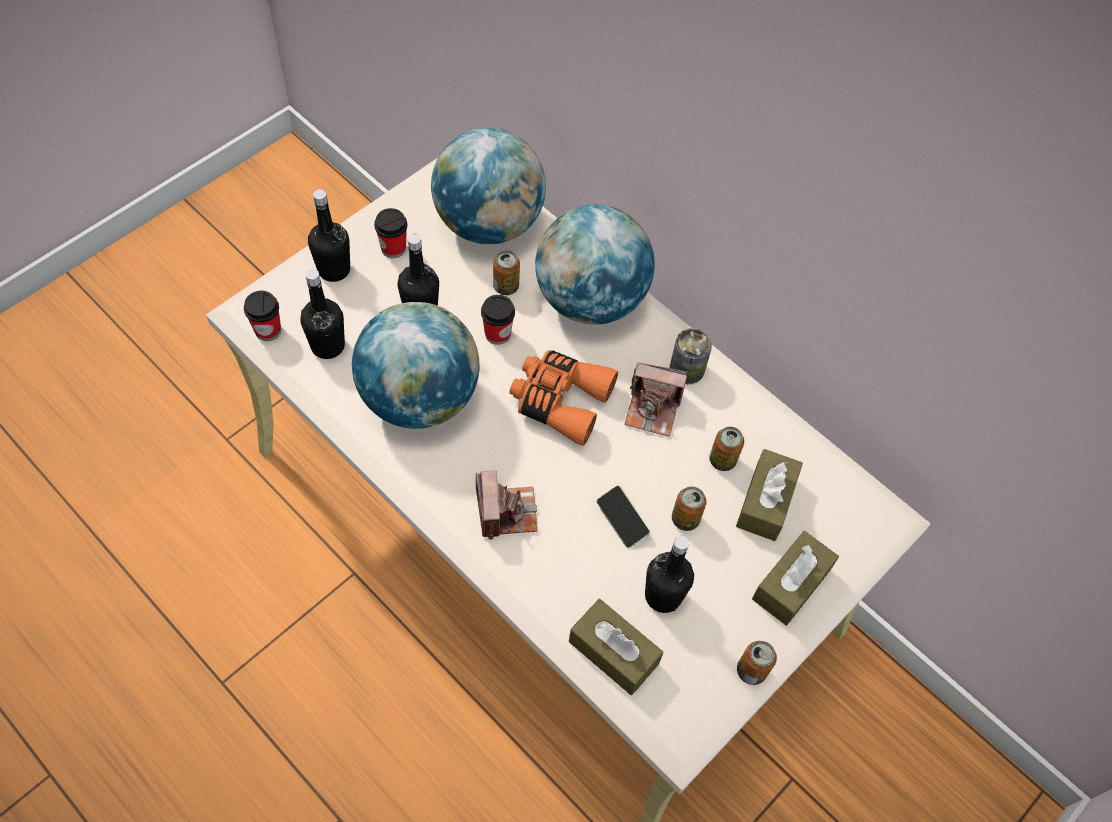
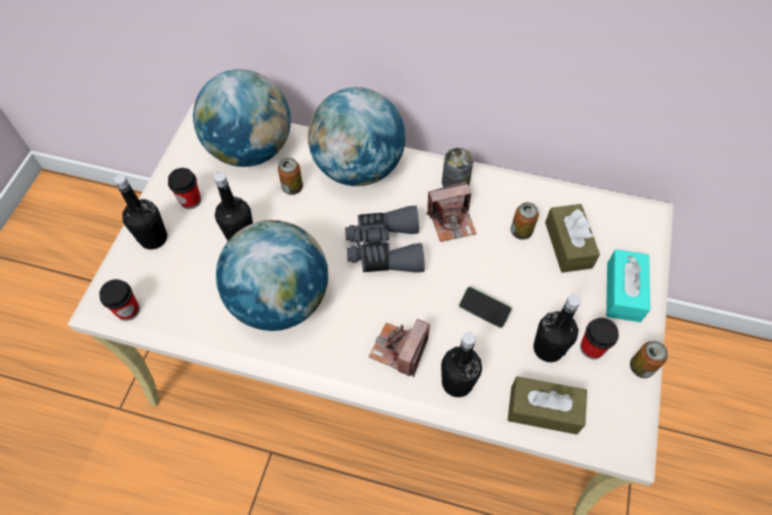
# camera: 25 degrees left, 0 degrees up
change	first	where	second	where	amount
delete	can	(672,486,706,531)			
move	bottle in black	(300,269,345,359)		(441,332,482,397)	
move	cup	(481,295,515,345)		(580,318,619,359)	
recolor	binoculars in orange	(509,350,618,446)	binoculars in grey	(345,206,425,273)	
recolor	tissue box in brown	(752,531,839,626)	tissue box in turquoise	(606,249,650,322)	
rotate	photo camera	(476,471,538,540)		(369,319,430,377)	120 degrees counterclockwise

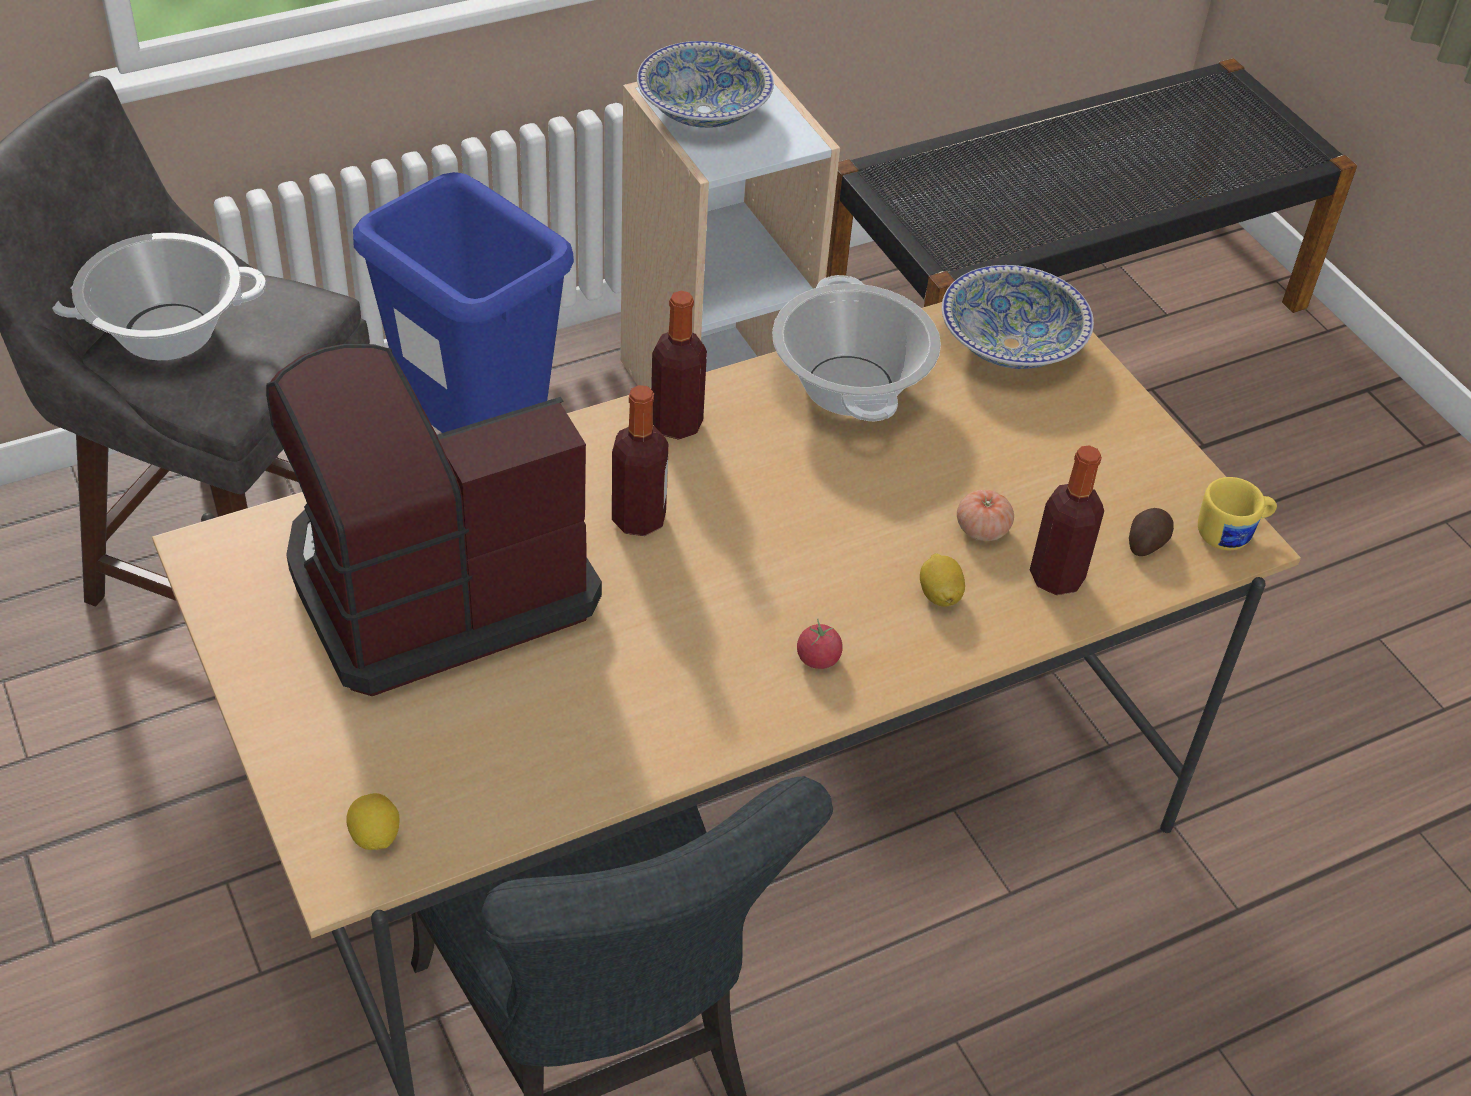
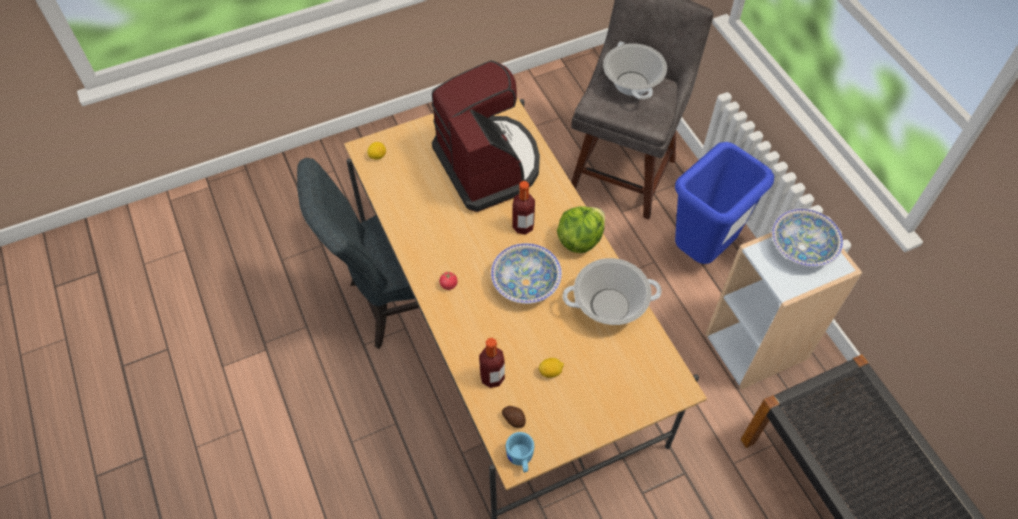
# camera: 95 degrees right, 10 degrees up
change	first	where	second	where	amount
delete	tomato	(957,490,1014,541)			
move	lemon	(920,553,965,607)		(539,358,564,378)	
move	bowl	(942,265,1094,369)		(491,243,562,304)	
replace	bottle	(651,291,707,440)	lettuce	(557,206,605,253)	
recolor	mug in yellow	(1198,477,1277,550)	mug in blue	(506,432,534,472)	

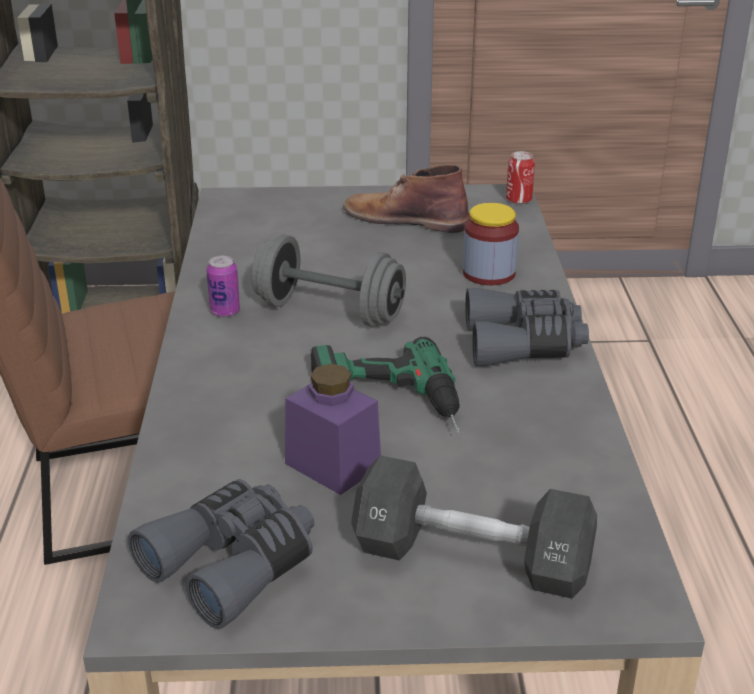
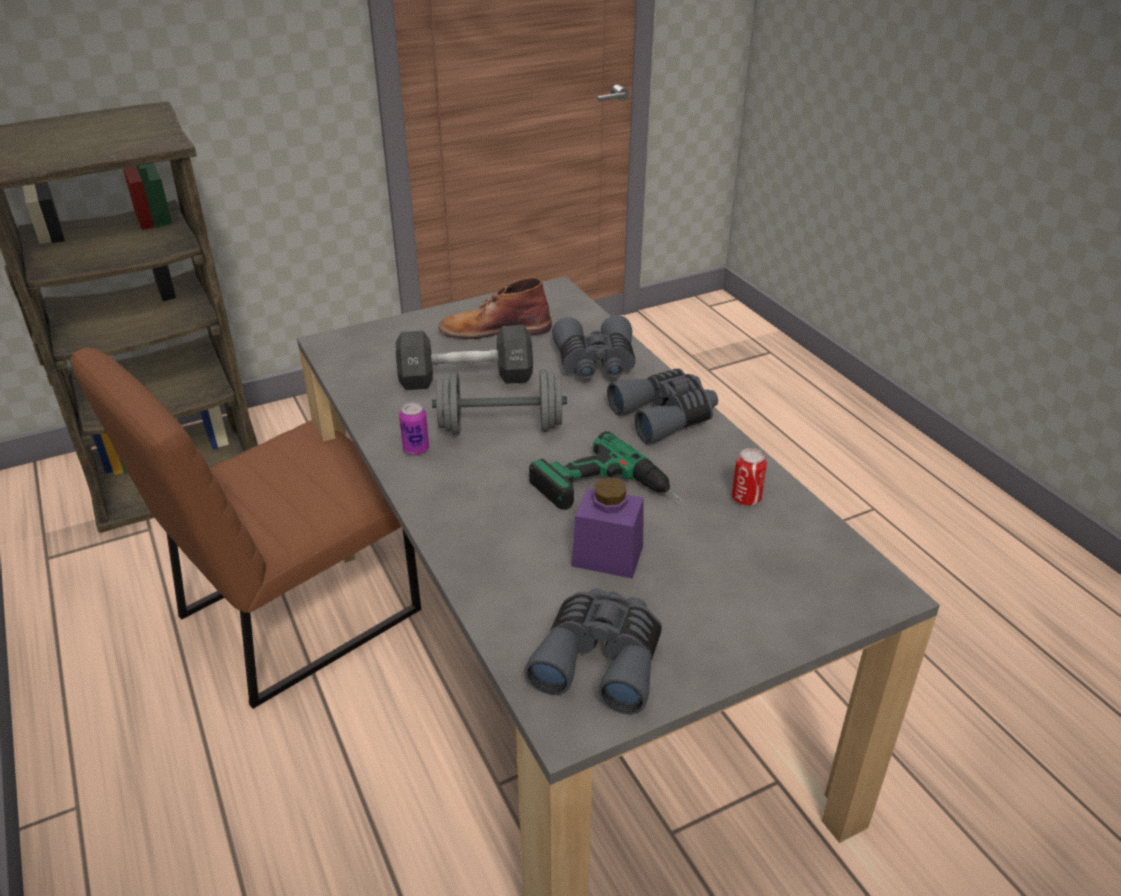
# camera: 25 degrees left, 5 degrees up
change	first	where	second	where	amount
move	dumbbell in black	(351,455,597,599)		(396,325,533,390)	
move	can	(506,151,535,204)		(732,448,767,506)	
replace	jar	(463,203,519,285)	binoculars in grey	(552,315,635,379)	

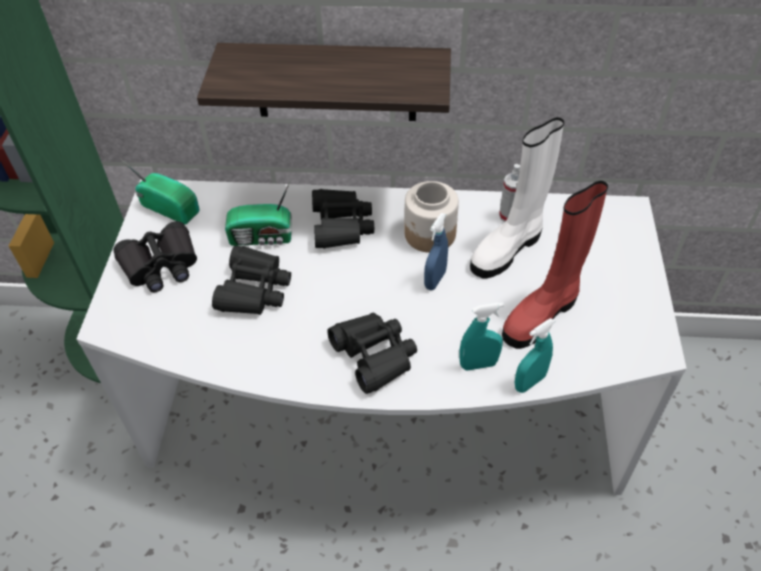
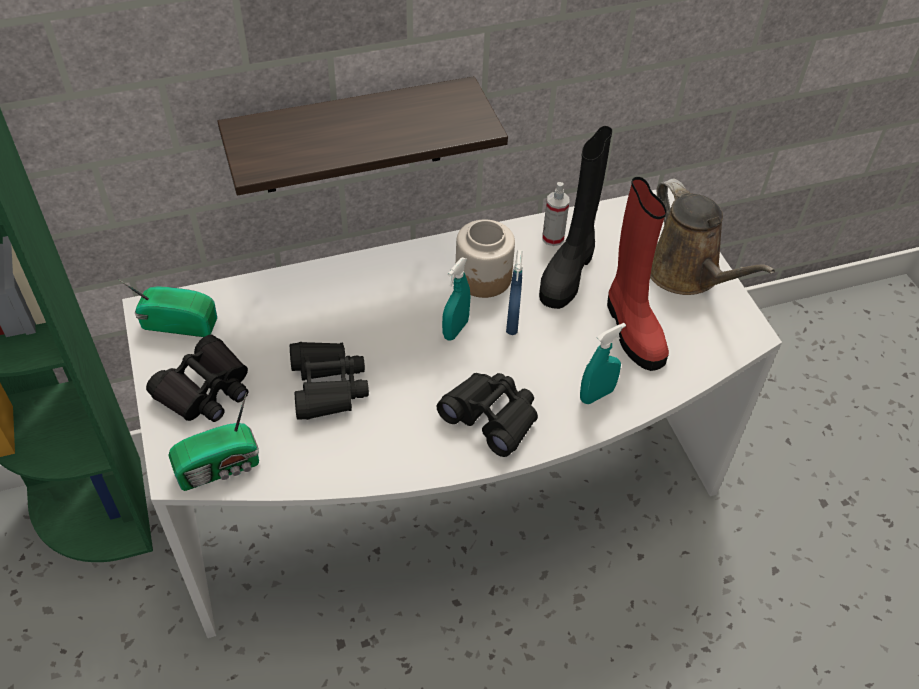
# camera: 25 degrees left, 0 degrees up
change	first	where	second	where	amount
delete	binoculars in black	(312,189,374,249)			
insert			watering can in brown	(650,179,775,295)	
move	radio	(225,180,292,246)		(168,392,259,491)	
move	spray bottle in turquoise	(515,318,555,393)		(442,257,470,341)	
recolor	boot in white	(470,117,564,278)	boot in black	(539,126,612,309)	
rotate	boot in red	(502,181,608,349)		(607,177,669,371)	45 degrees counterclockwise

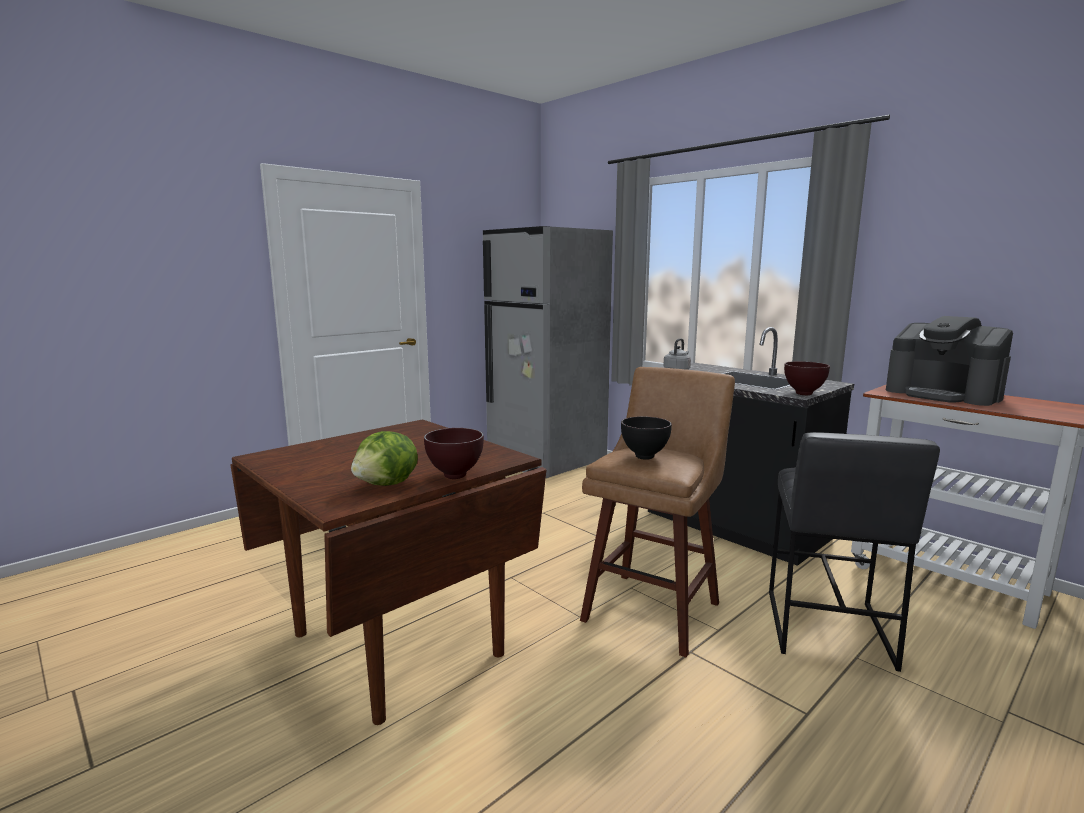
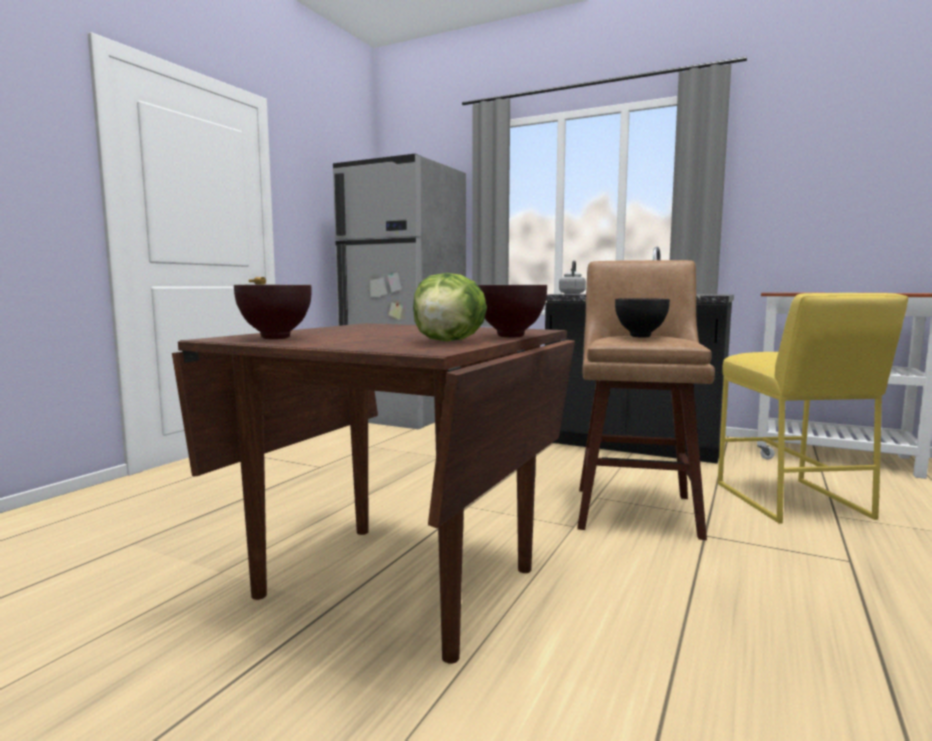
# camera: 20 degrees left, 5 degrees down
change	first	where	second	where	amount
delete	coffee machine	(886,316,1013,406)			
move	bowl in brown	(784,361,830,395)		(234,285,311,339)	
recolor	stool in grey	(769,432,940,672)	stool in yellow	(718,293,908,524)	

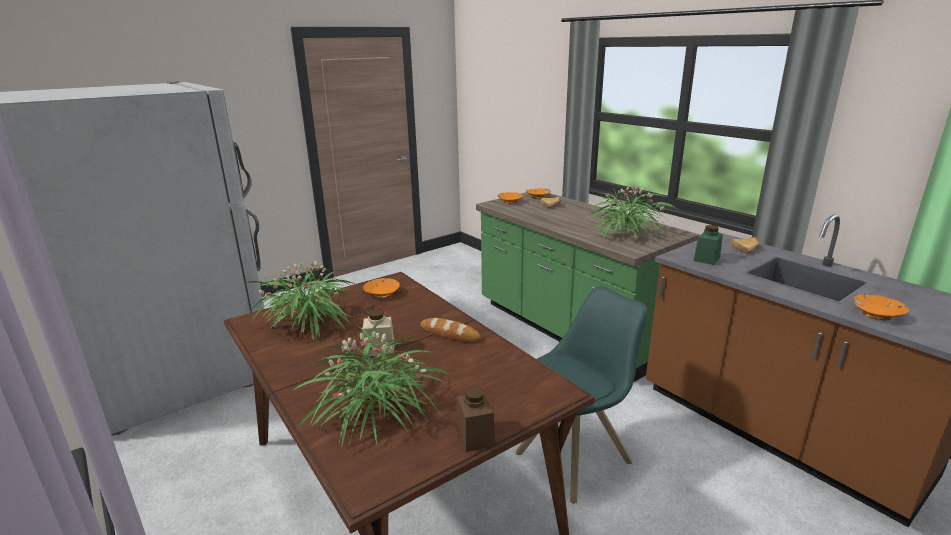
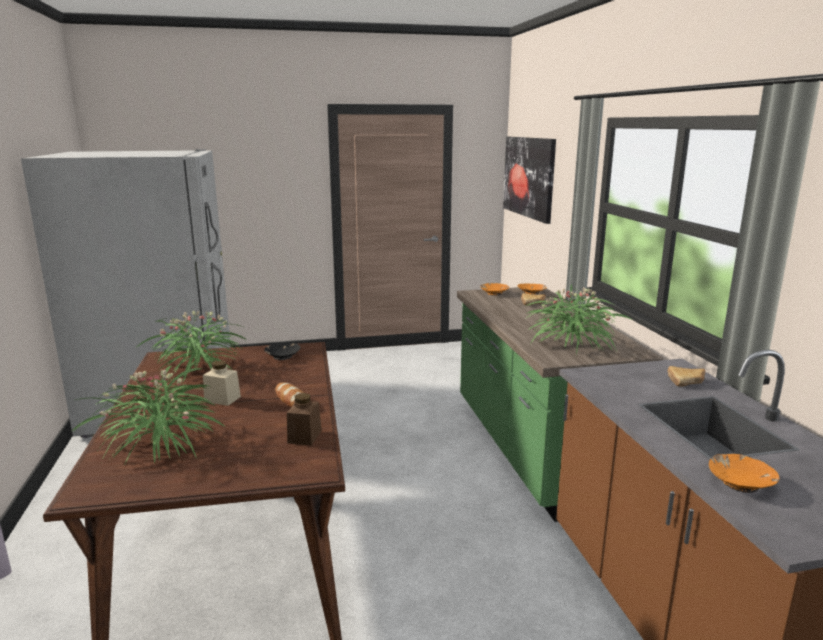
# camera: 25 degrees right, 5 degrees down
change	first	where	second	where	amount
delete	chair in turquoise	(516,286,648,503)			
delete	jar in green	(694,225,723,265)			
insert			picture	(503,137,556,224)	
move	jar in brown	(457,387,495,452)		(287,393,322,446)	
recolor	bowl in orange	(363,278,400,298)	bowl in black	(264,342,300,360)	

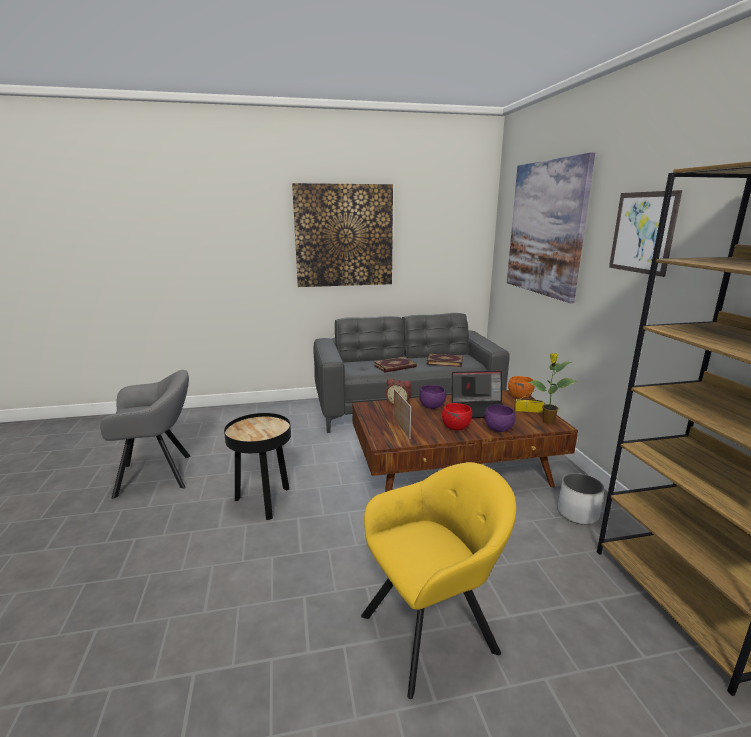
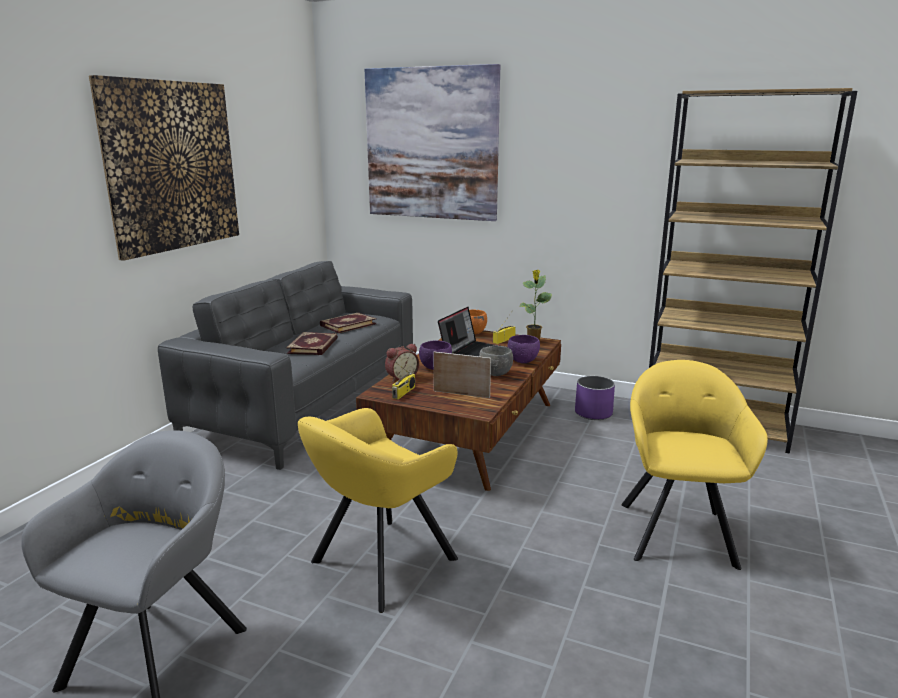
# camera: 55 degrees left, 0 degrees up
change	first	where	second	where	amount
delete	picture	(609,190,682,277)			
insert			radio	(392,362,415,400)	
replace	side table in black	(224,413,291,520)	armchair in yellow	(298,408,458,613)	
recolor	bowl in red	(442,403,472,430)	bowl in grey	(479,346,513,376)	
recolor	planter in white	(558,473,605,525)	planter in purple	(575,376,615,420)	

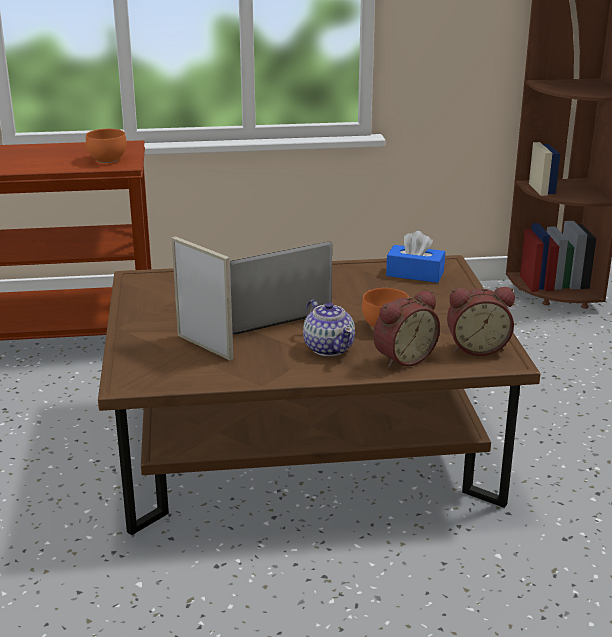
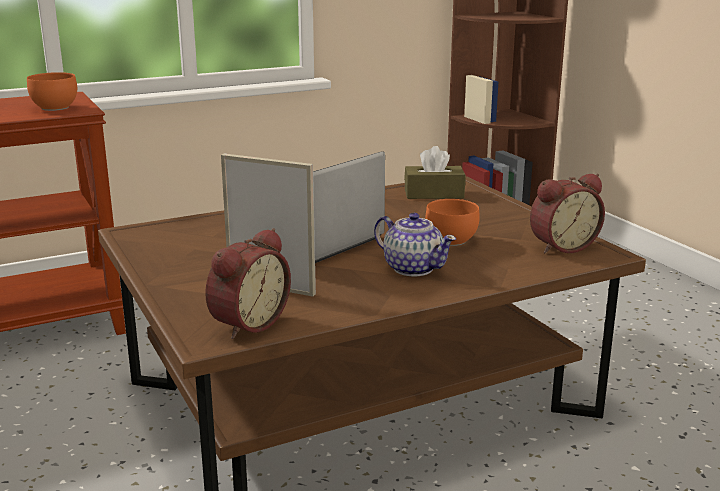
# camera: 20 degrees left, 5 degrees down
change	first	where	second	where	amount
move	alarm clock	(373,290,440,368)		(205,228,291,339)	
recolor	tissue box in blue	(386,231,445,283)	tissue box in brown	(404,146,466,199)	

